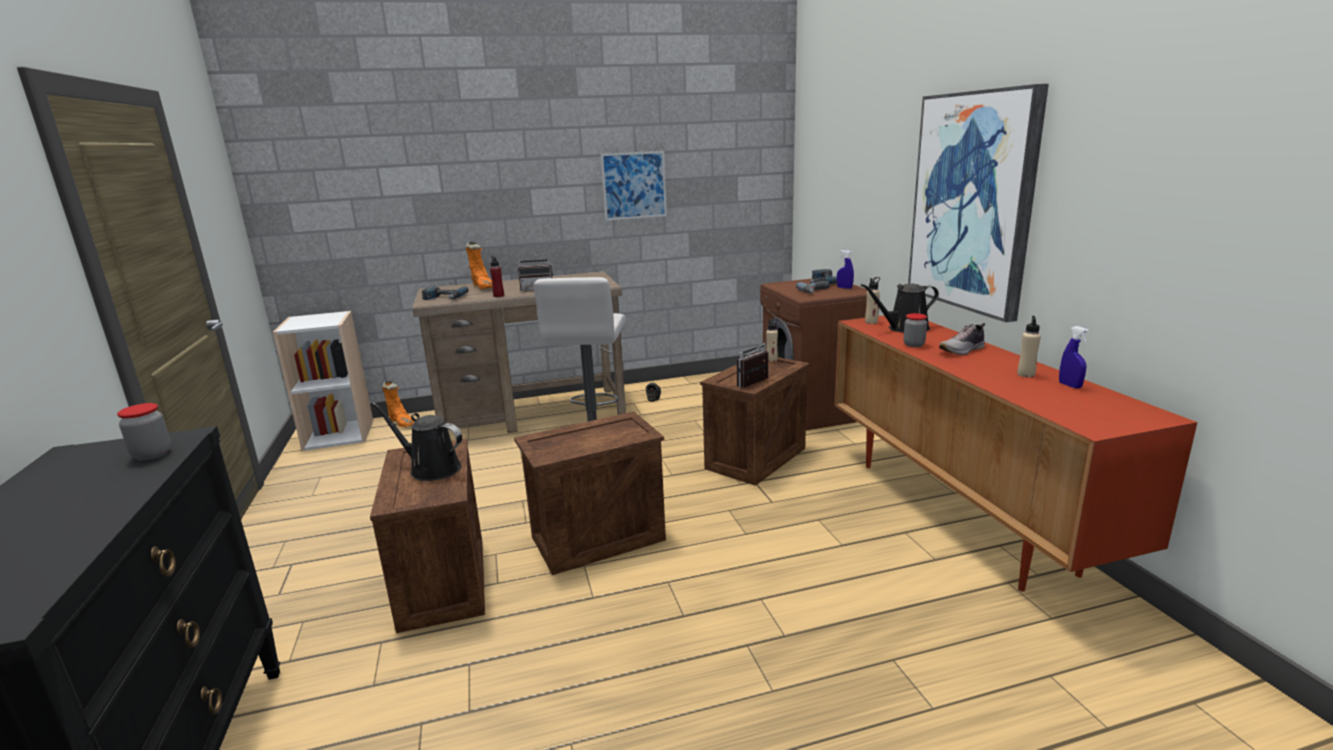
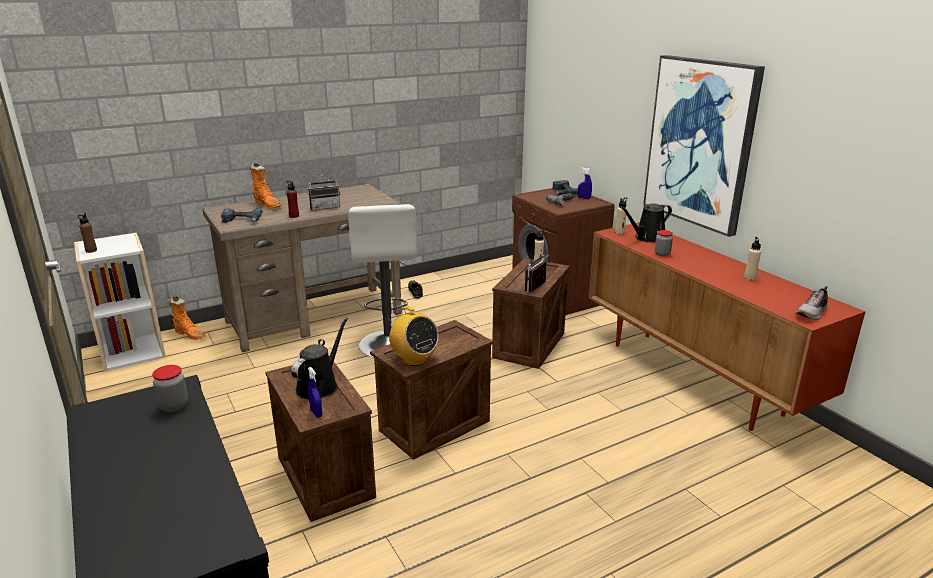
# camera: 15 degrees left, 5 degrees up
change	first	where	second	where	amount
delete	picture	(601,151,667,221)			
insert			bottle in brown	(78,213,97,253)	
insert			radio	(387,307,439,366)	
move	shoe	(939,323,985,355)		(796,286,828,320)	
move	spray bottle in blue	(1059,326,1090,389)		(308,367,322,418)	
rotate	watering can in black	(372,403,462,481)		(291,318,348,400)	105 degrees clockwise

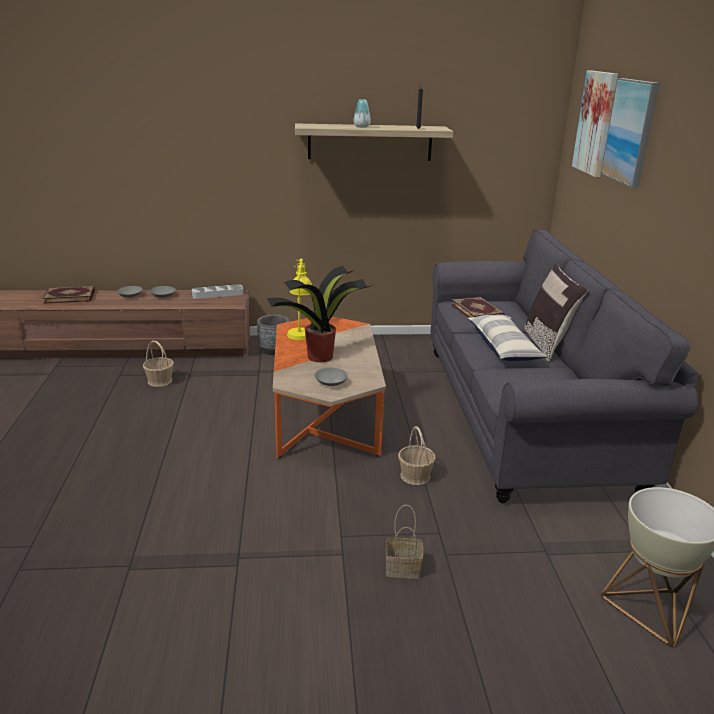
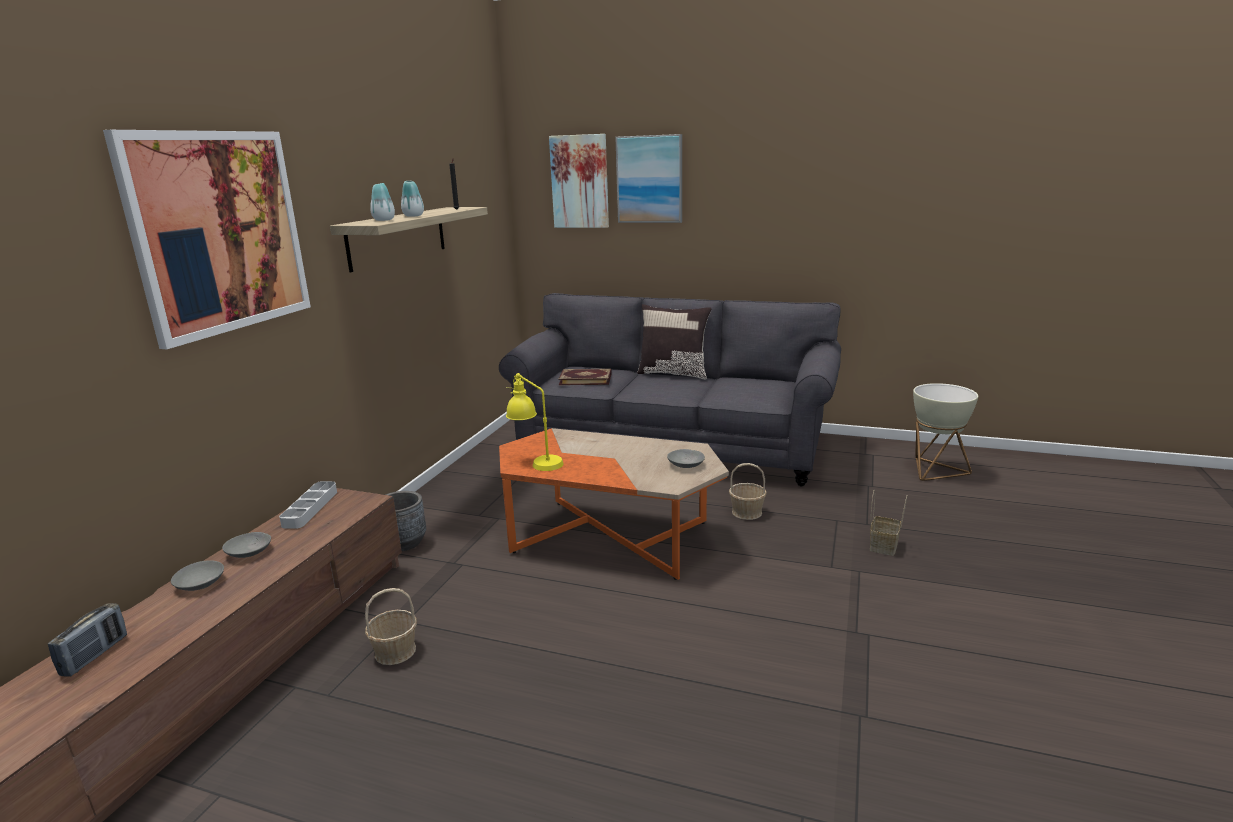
# camera: 65 degrees left, 5 degrees down
change	first	where	second	where	amount
delete	potted plant	(267,266,373,362)			
delete	pillow	(468,315,547,361)			
insert			picture	(103,130,311,349)	
insert			vase	(370,183,395,221)	
replace	book	(43,286,95,304)	radio	(48,603,127,677)	

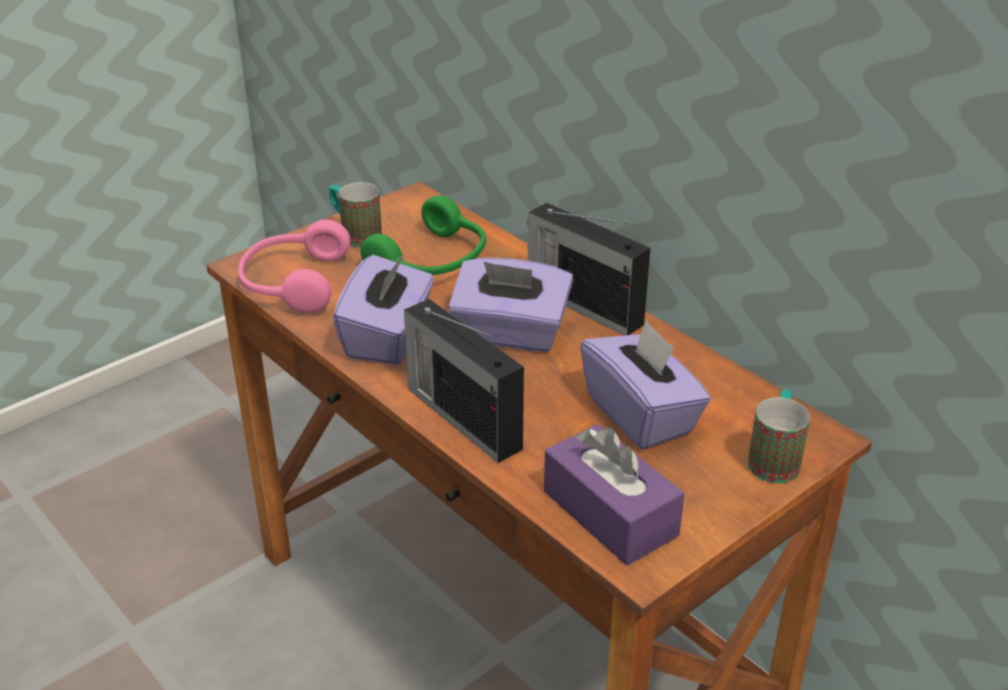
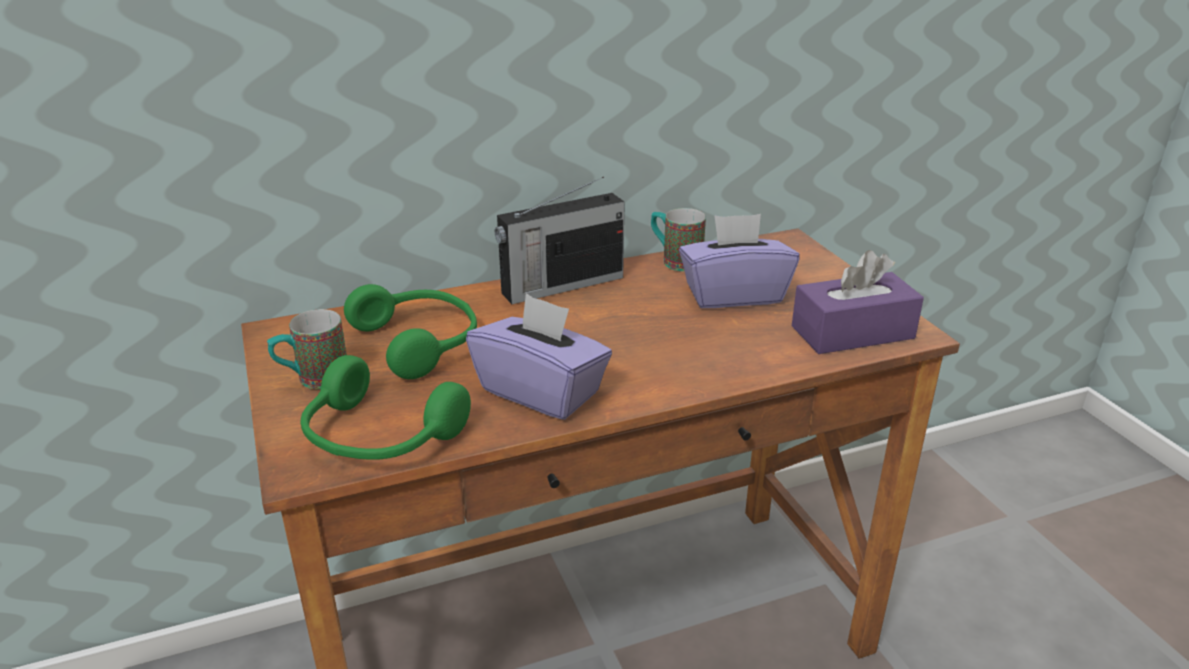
# camera: 70 degrees left, 5 degrees down
change	first	where	second	where	amount
delete	radio	(404,299,524,463)			
delete	tissue box in purple	(448,258,573,352)			
move	mug	(748,390,810,483)		(651,208,706,272)	
recolor	headphones in pink	(238,220,350,313)	headphones in green	(301,355,471,460)	

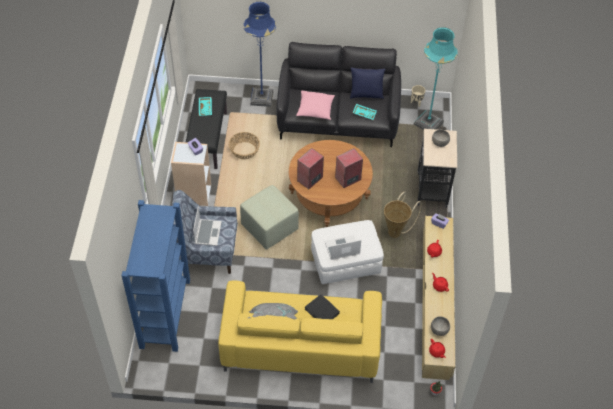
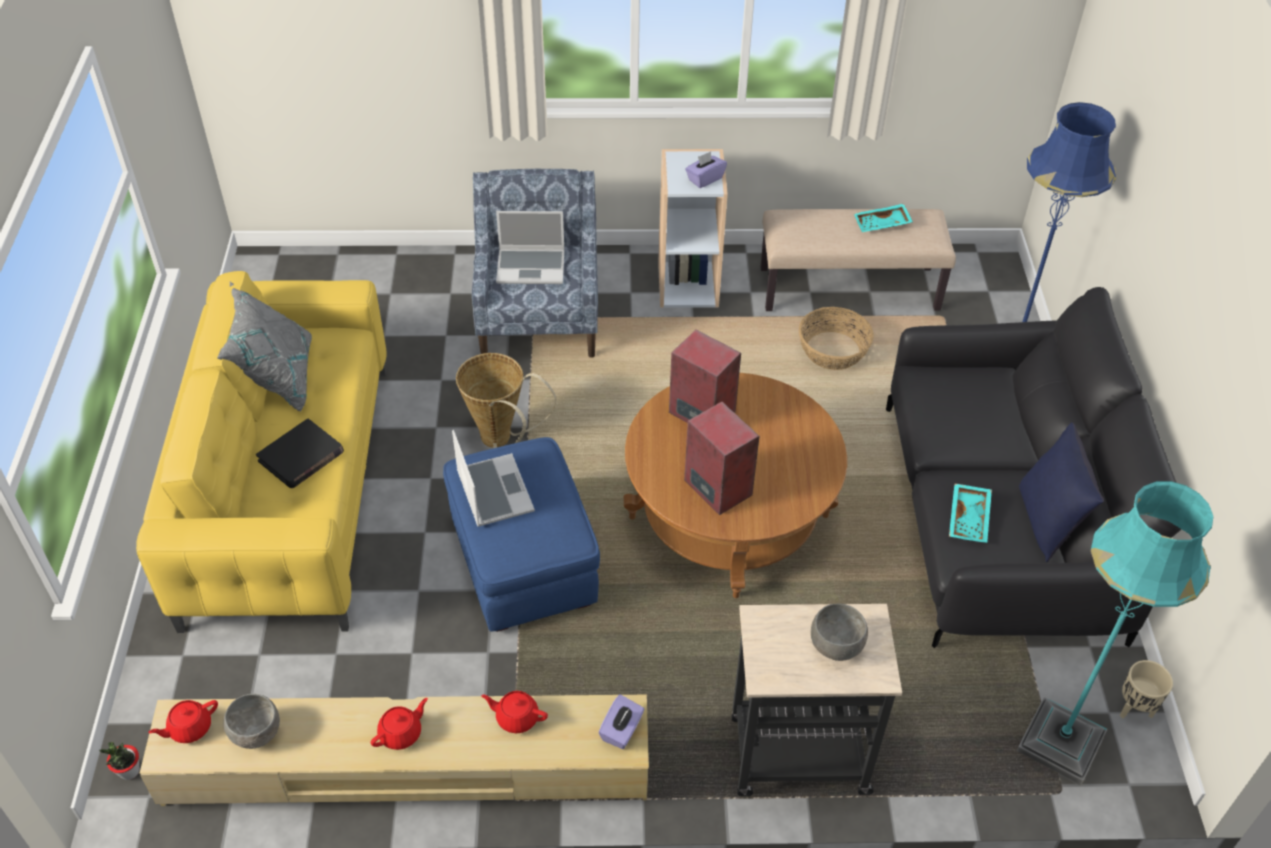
# camera: 85 degrees right, 5 degrees down
change	first	where	second	where	amount
delete	bookcase in blue	(121,200,190,352)			
delete	ottoman in green	(240,185,299,250)			
delete	pillow in pink	(296,91,335,120)			
move	basket	(384,191,422,238)		(456,353,556,448)	
recolor	bench in black	(186,89,227,169)	bench in beige	(760,209,956,311)	
recolor	ottoman in white	(311,220,384,284)	ottoman in blue	(443,437,600,632)	

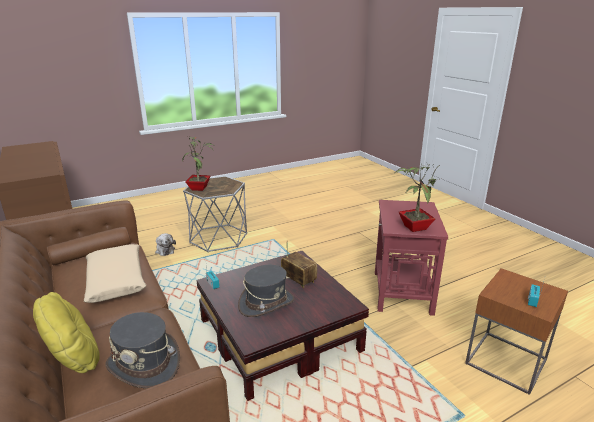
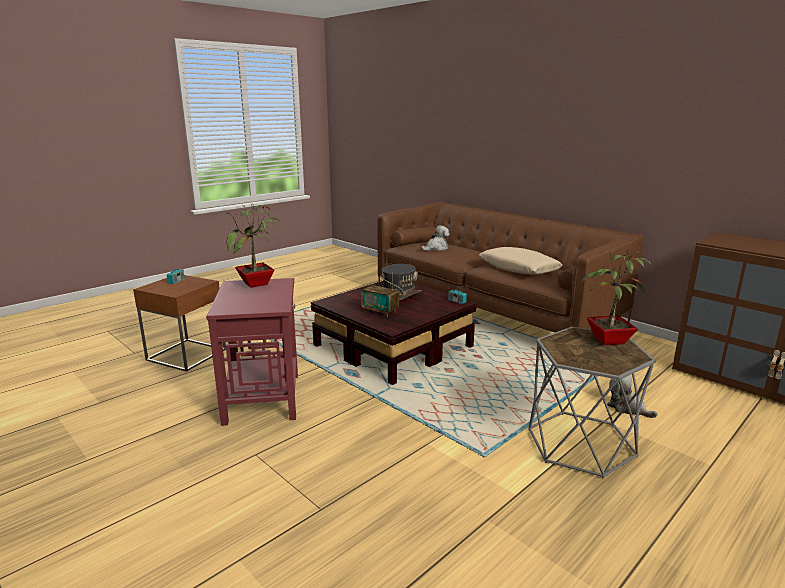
# camera: 165 degrees right, 5 degrees down
change	first	where	second	where	amount
delete	pillow in yellow	(33,292,100,373)			
replace	hat in grey	(105,312,180,389)	plush toy	(421,225,449,251)	

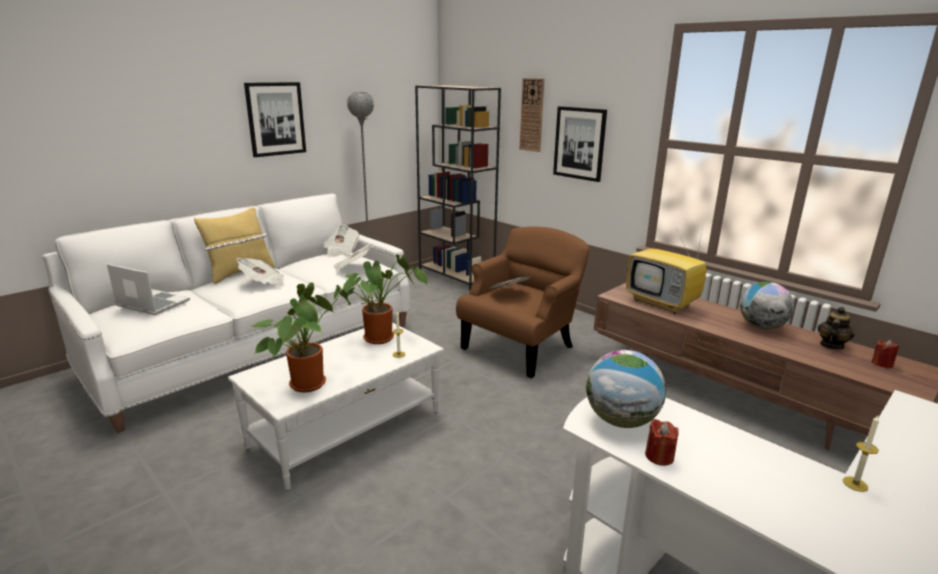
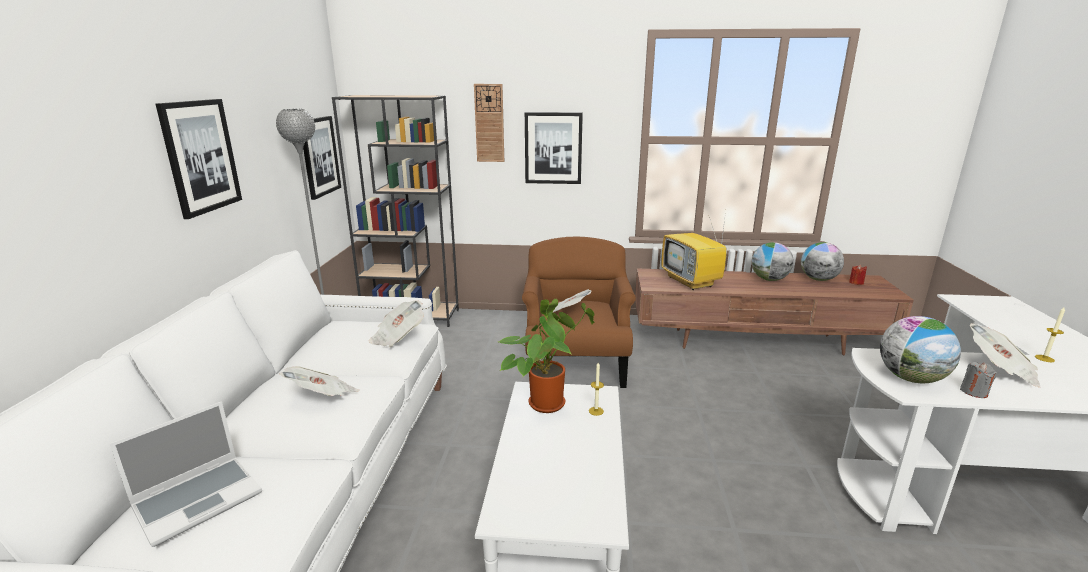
# camera: 40 degrees left, 0 degrees up
change	first	where	second	where	amount
delete	pillow in yellow	(194,207,274,284)			
delete	potted plant	(252,282,351,393)			
insert			picture	(303,116,341,200)	
move	newspaper	(323,225,360,257)		(970,323,1041,388)	
replace	teapot	(818,307,855,349)	globe	(801,242,844,281)	
recolor	candle in red	(645,419,679,466)	candle in grey	(960,362,997,398)	
rotate	laptop	(107,264,190,315)		(110,401,262,547)	150 degrees clockwise
rotate	television	(626,226,706,314)		(662,212,727,290)	60 degrees clockwise

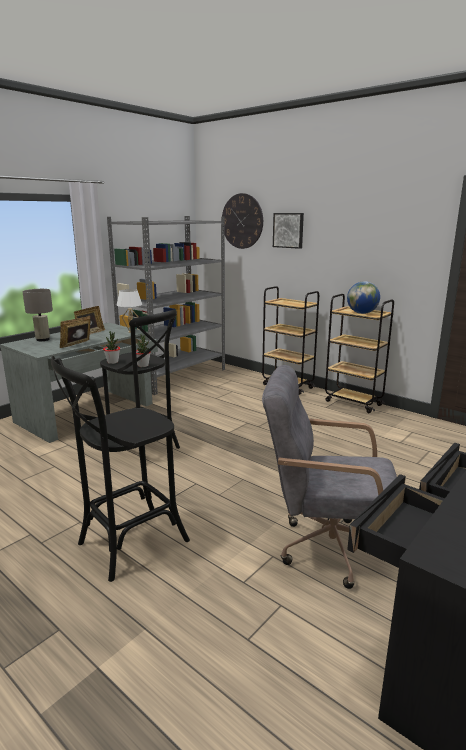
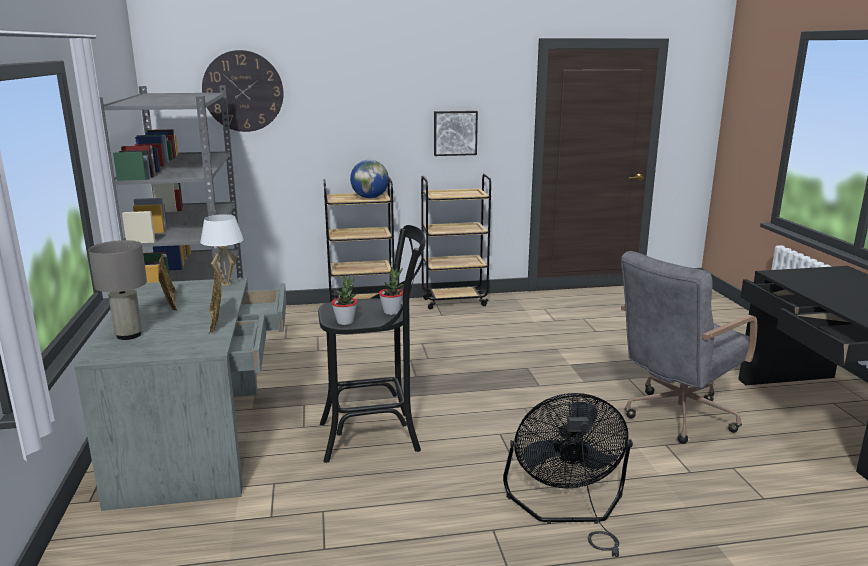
# camera: 50 degrees left, 0 degrees up
change	first	where	second	where	amount
move	picture	(273,213,304,249)		(434,111,478,156)	
move	globe	(347,281,380,314)		(350,160,389,198)	
replace	stool in black	(51,356,190,582)	fan in black	(503,393,633,557)	

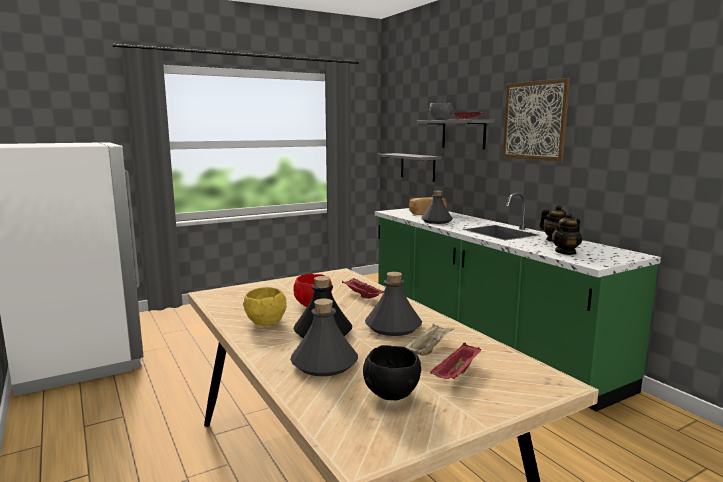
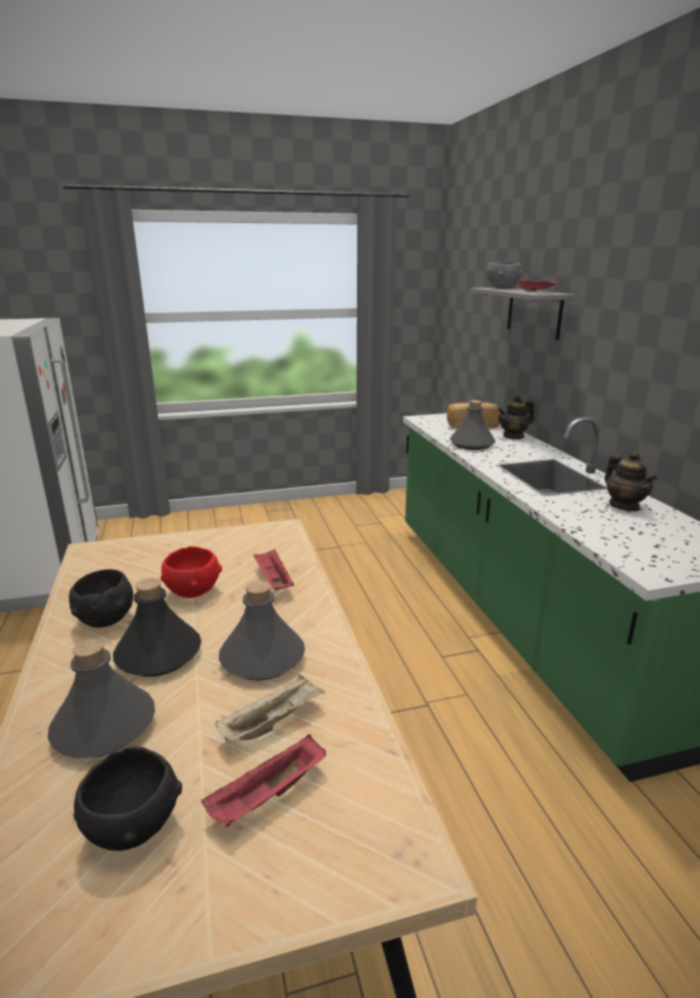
# camera: 15 degrees right, 10 degrees up
change	first	where	second	where	amount
delete	shelf in grey	(378,153,441,182)			
delete	picture	(502,78,570,162)			
move	teapot	(552,212,582,255)		(497,395,534,439)	
recolor	bowl in yellow	(243,287,287,326)	bowl in black	(69,569,133,628)	

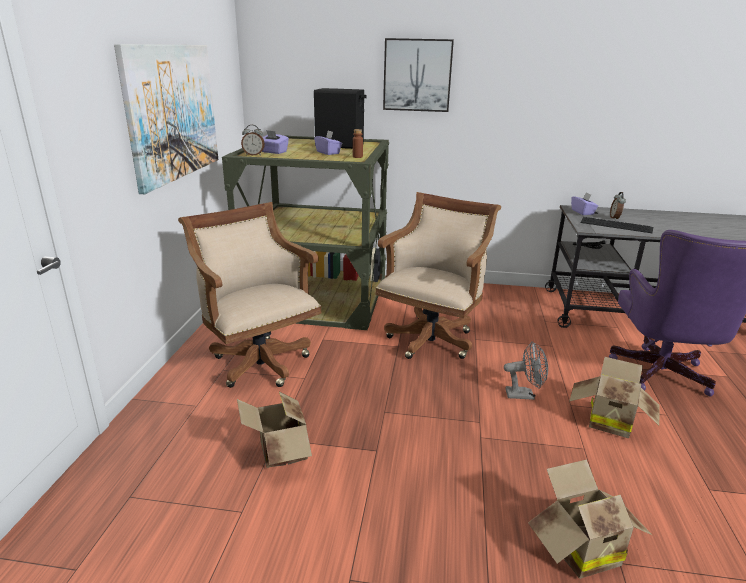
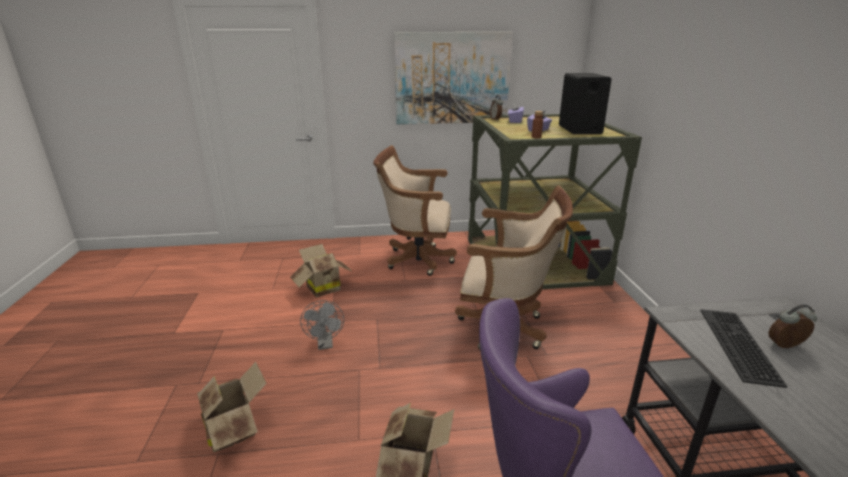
# camera: 75 degrees right, 0 degrees up
change	first	where	second	where	amount
delete	picture	(383,38,454,112)			
delete	tissue box in purple	(571,192,598,215)			
move	fan in grey	(504,342,548,400)		(300,300,344,350)	
rotate	office chair	(178,202,321,388)		(373,145,457,276)	120 degrees counterclockwise

